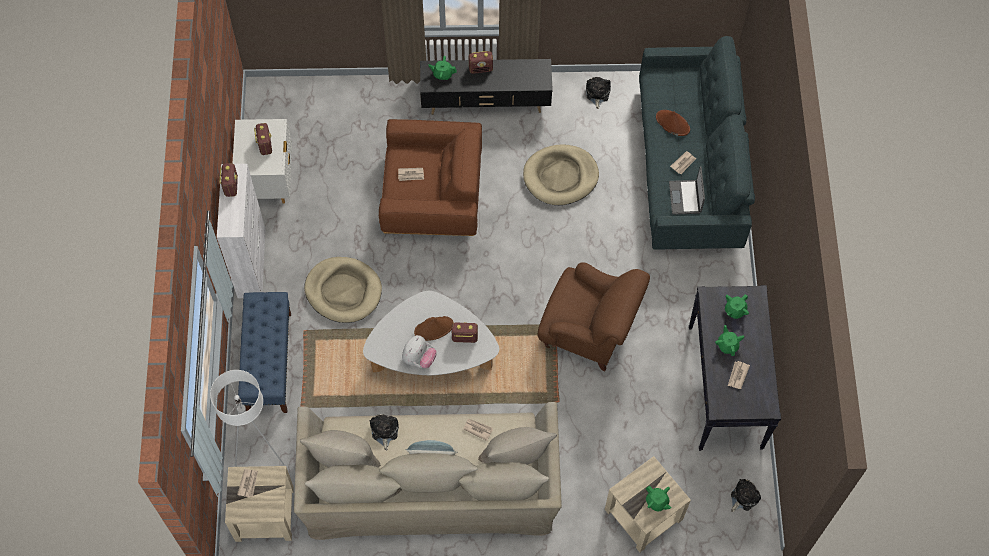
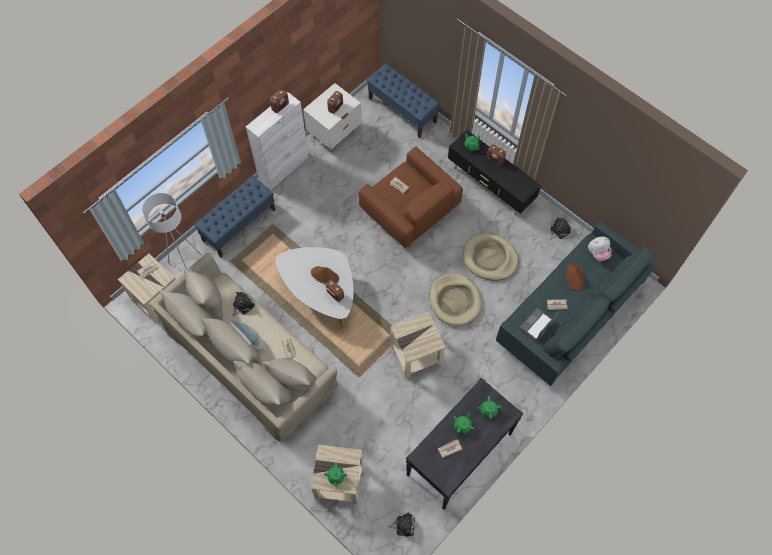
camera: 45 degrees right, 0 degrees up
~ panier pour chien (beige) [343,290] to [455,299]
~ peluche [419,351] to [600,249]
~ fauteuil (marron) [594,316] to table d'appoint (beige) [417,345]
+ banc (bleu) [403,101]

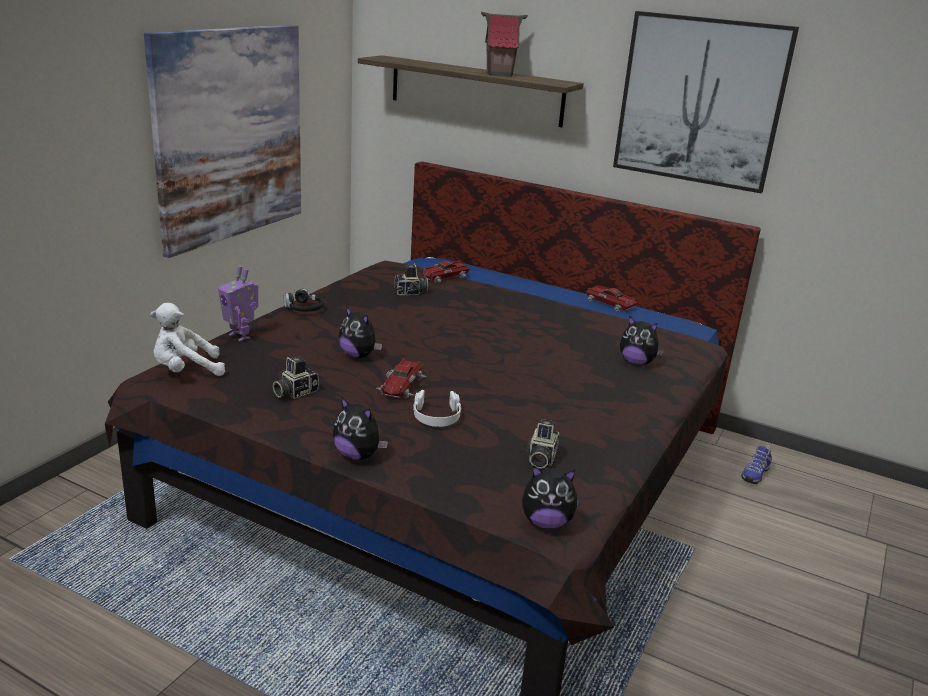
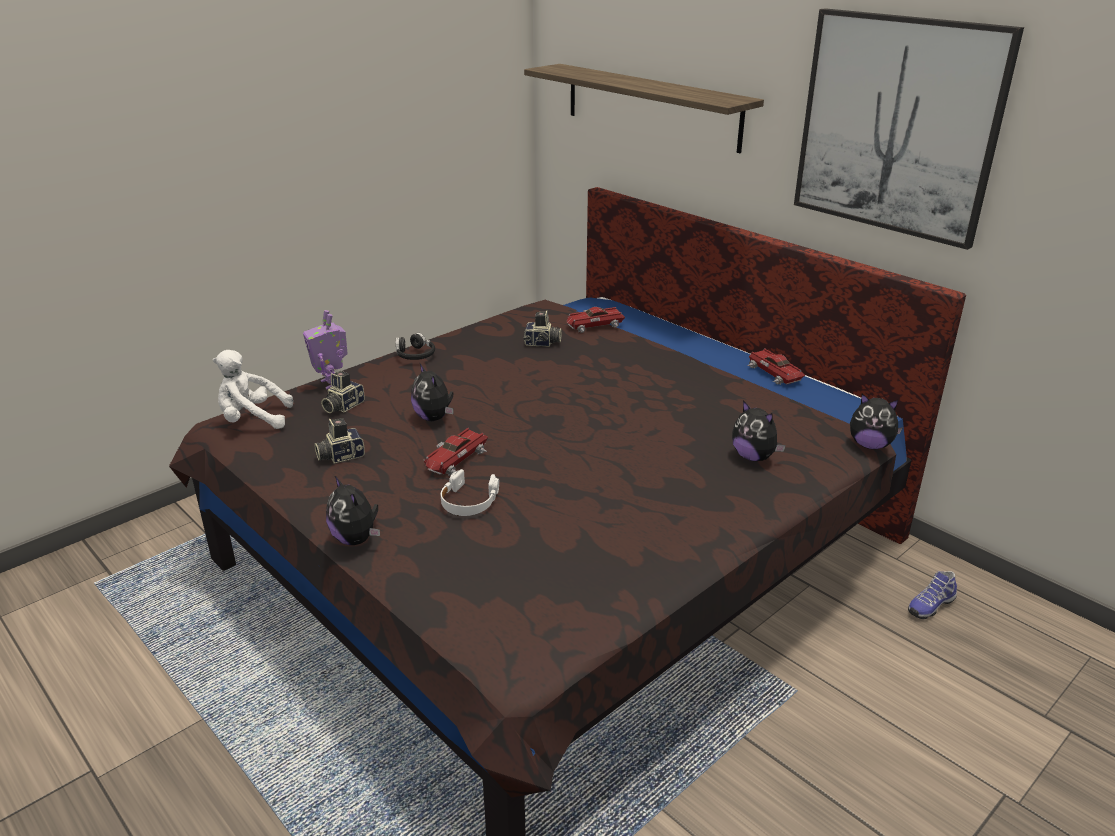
camera: 20 degrees right, 5 degrees up
- tableau [222,141]
- maison miniature [504,44]
~ peluche [551,497] to [876,421]
~ appareil photo [543,444] to [343,392]

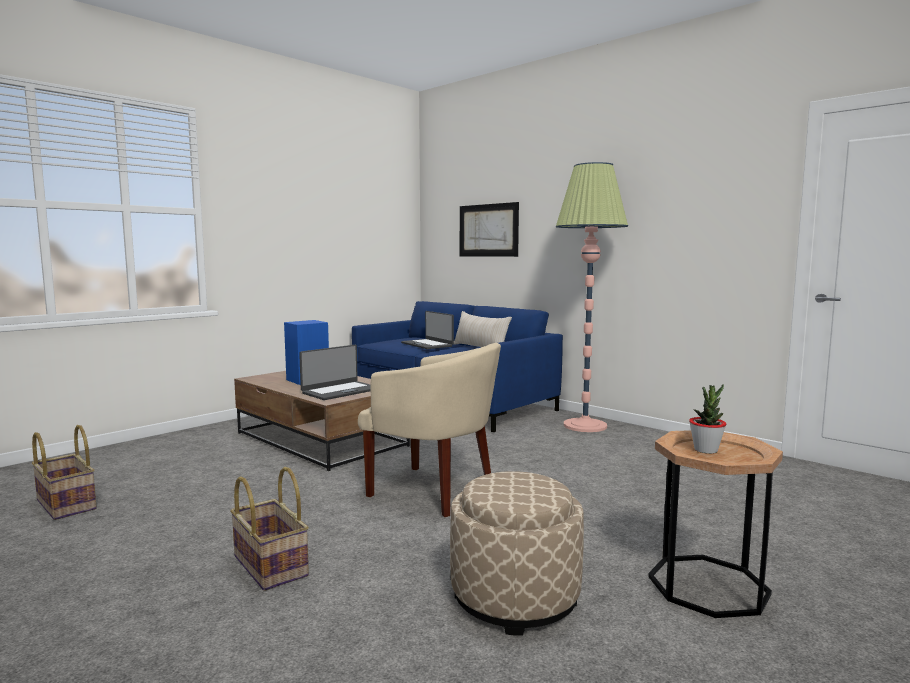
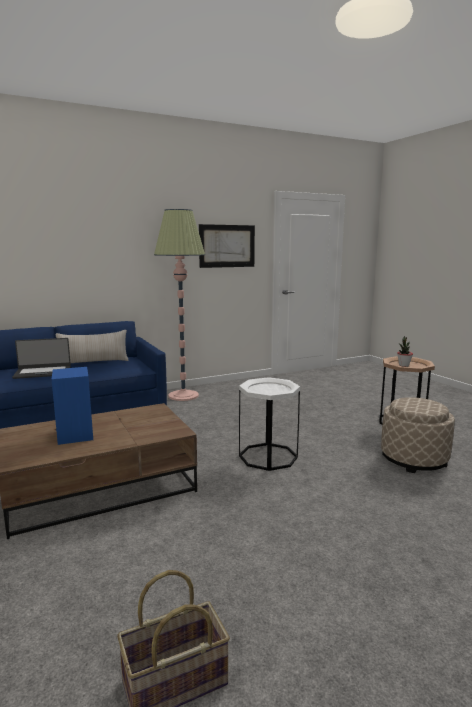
camera: 70 degrees left, 5 degrees up
- panier [269,529]
- ordinateur portable [335,372]
~ fauteuil (beige) [429,430] to table d'appoint (blanc) [269,424]
~ tableau [489,229] to [227,246]

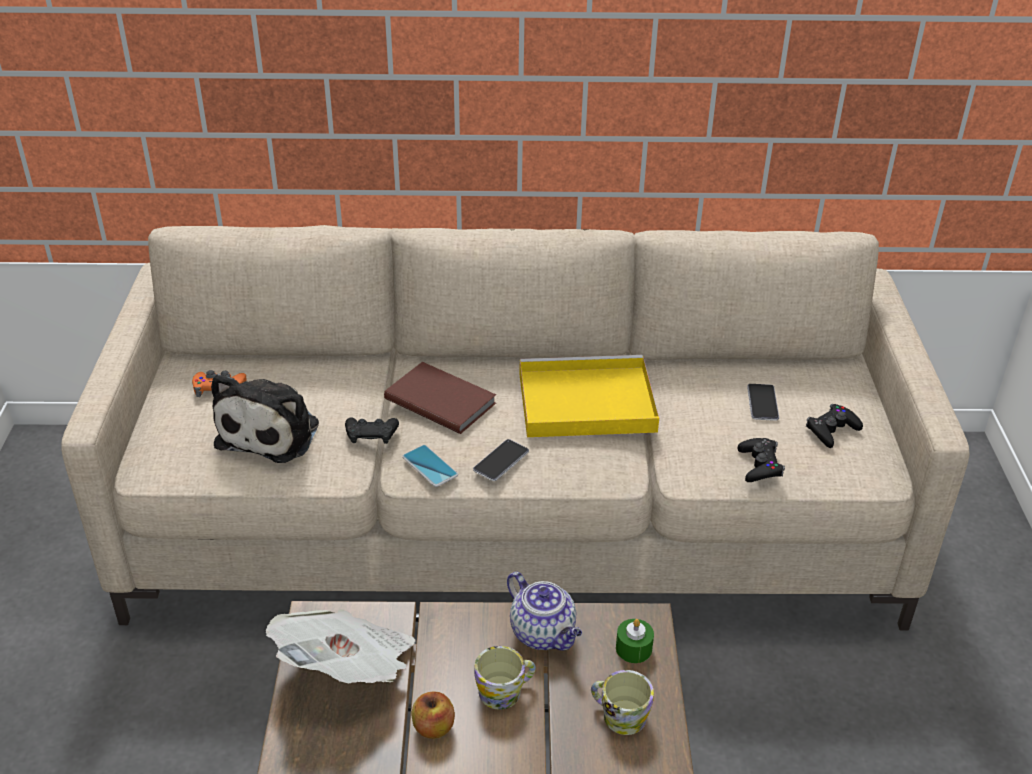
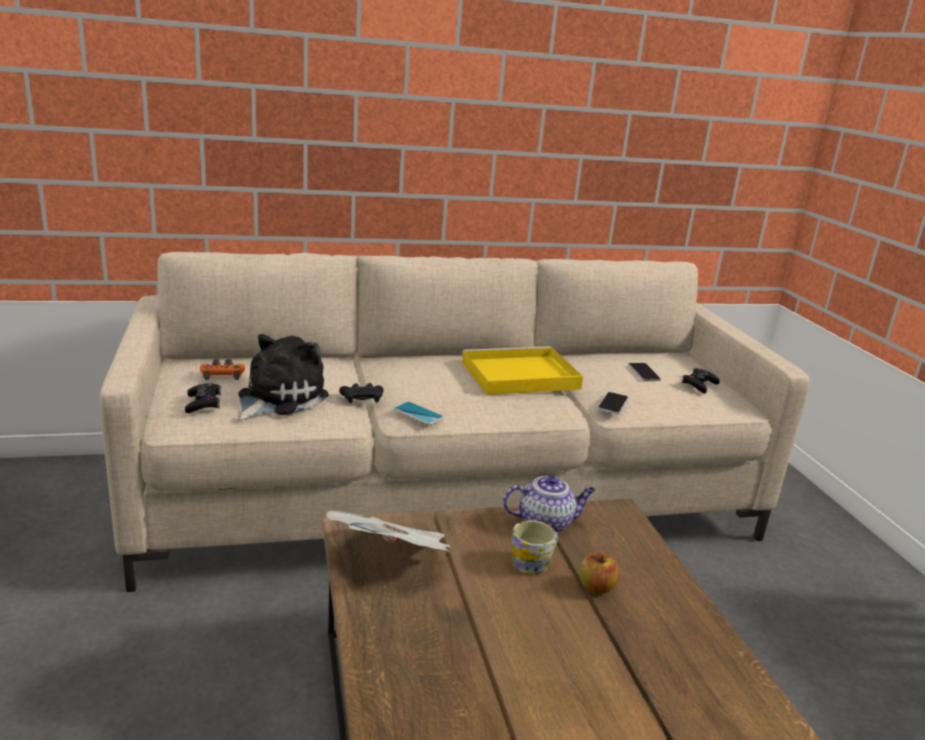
camera: 15 degrees left, 15 degrees down
~ peluche [265,418] = [283,377] 150 degrees counterclockwise
- livre (marron) [440,398]
~ pomme [433,715] to [599,573]
~ téléphone [501,460] to [613,403]
~ théière [544,611] = [549,504] 45 degrees counterclockwise
- mug [622,702]
- bougie (vert) [635,641]
~ manette (noir) [761,460] to [203,398]

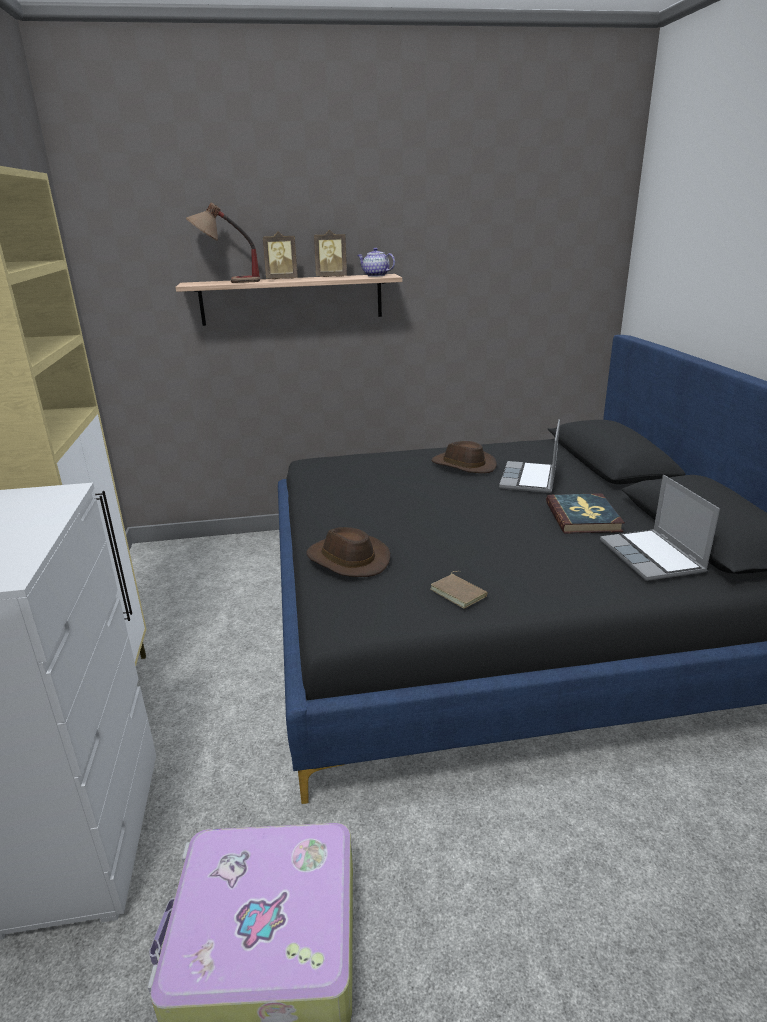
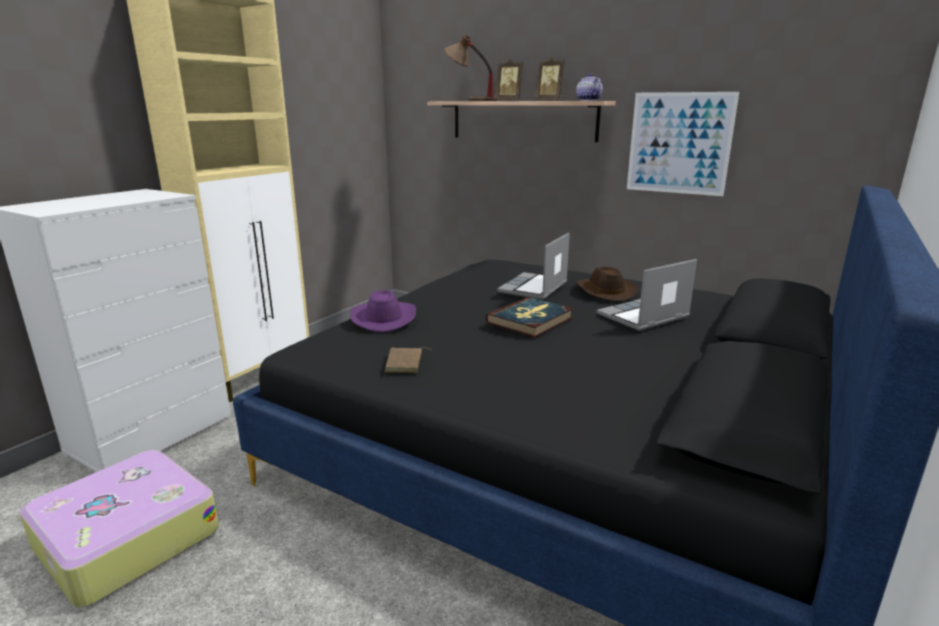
camera: 40 degrees right, 5 degrees down
~ chapeau (marron) [348,552] to chapeau (violet) [383,311]
~ livre [585,513] to [530,317]
~ ordinateur portable [660,528] to [533,266]
+ tableau [683,144]

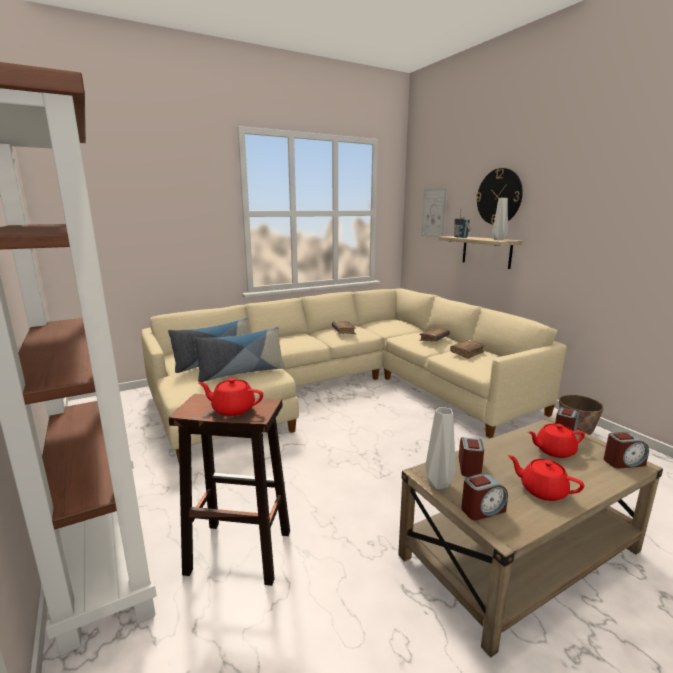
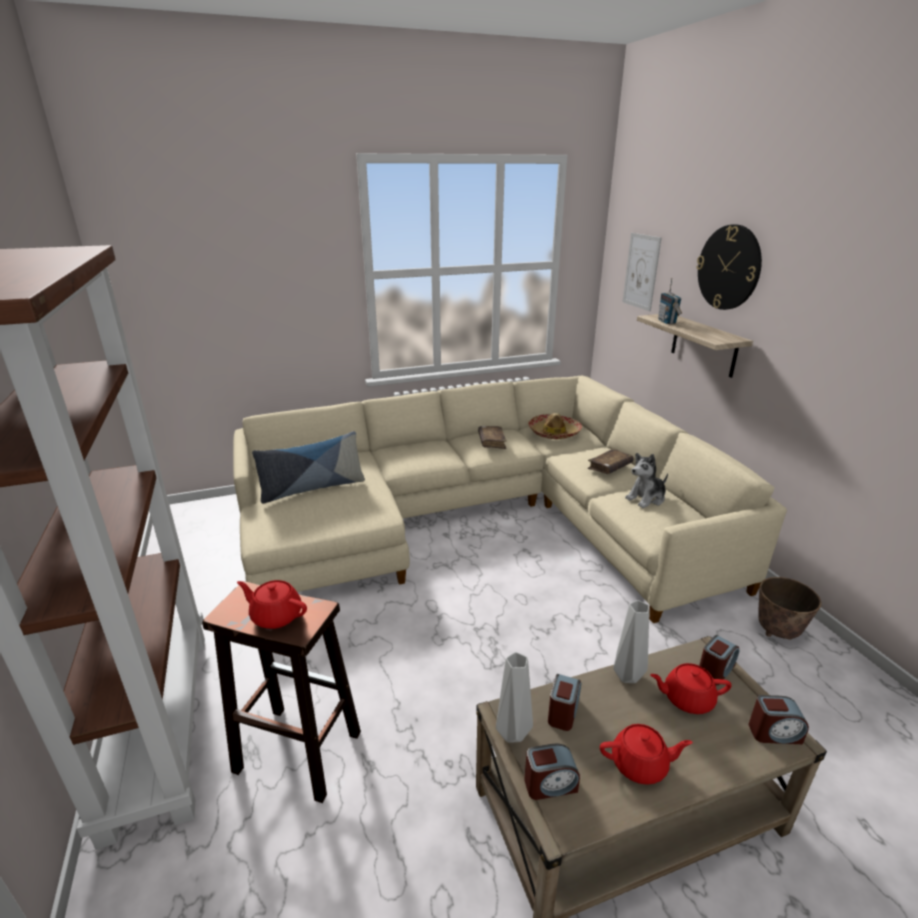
camera: 10 degrees right, 10 degrees up
- coussin [239,354]
~ livre (marron) [468,349] to peluche [646,480]
~ vase (gris) [500,219] to [631,641]
~ théière (rouge) [546,478] = [646,754] 135 degrees clockwise
+ chapeau [555,426]

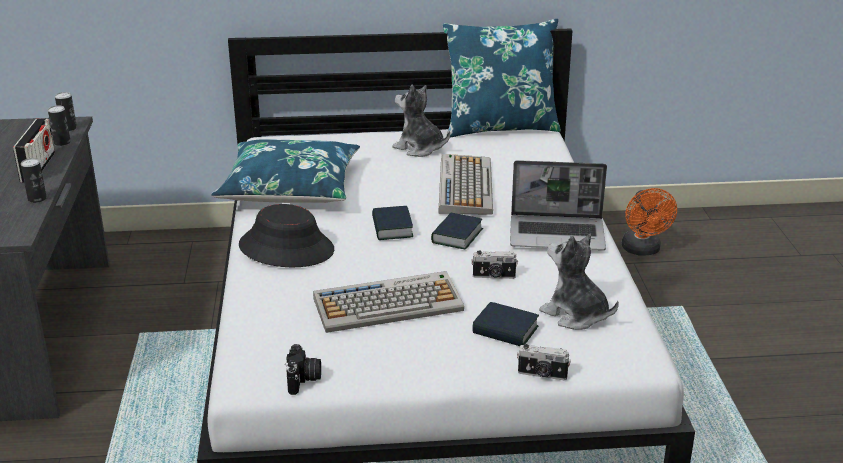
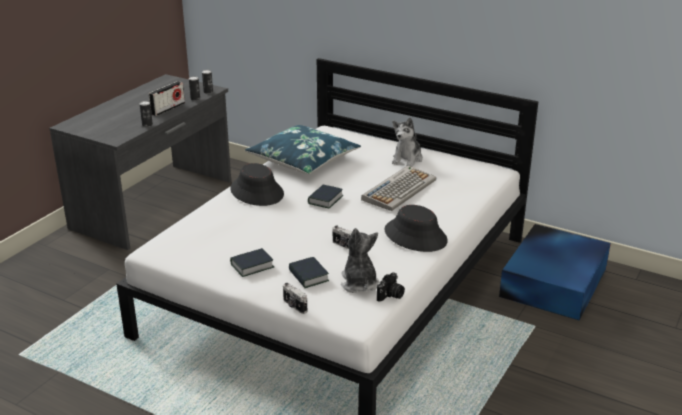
camera: 35 degrees right, 0 degrees up
~ appareil photo [303,369] to [391,287]
- clavier [388,302]
~ peluche [421,120] = [407,142] 135 degrees counterclockwise
~ livre [457,231] to [252,262]
- coussin (bleu) [502,78]
~ ordinateur portable [558,205] to chapeau (noir) [416,228]
~ ventilateur (orange) [649,221] to boîte de rangement (bleu) [555,272]

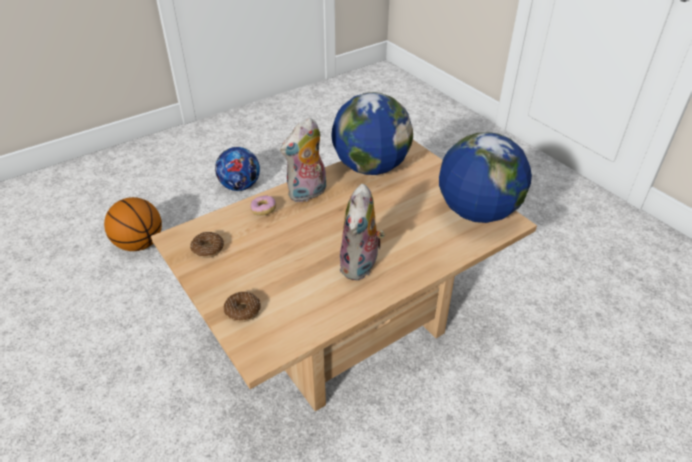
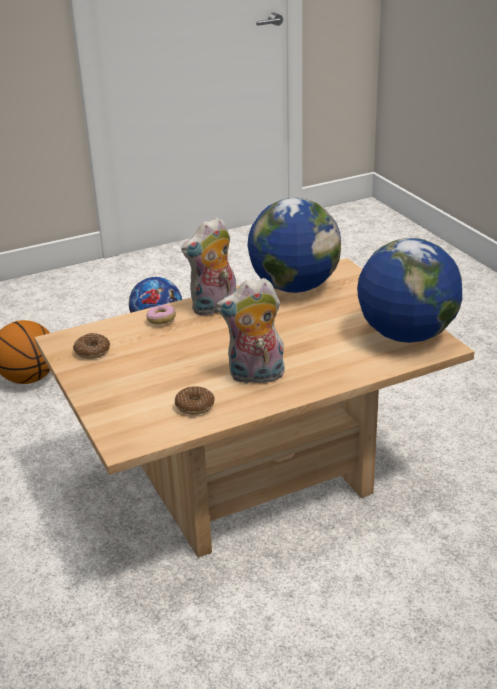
camera: 10 degrees right, 10 degrees down
~ beignet [242,307] to [195,400]
~ peluche [362,232] = [250,332] 60 degrees clockwise

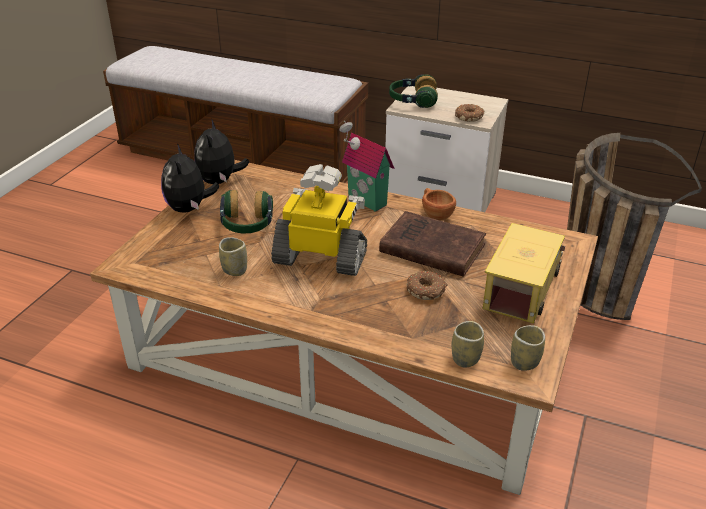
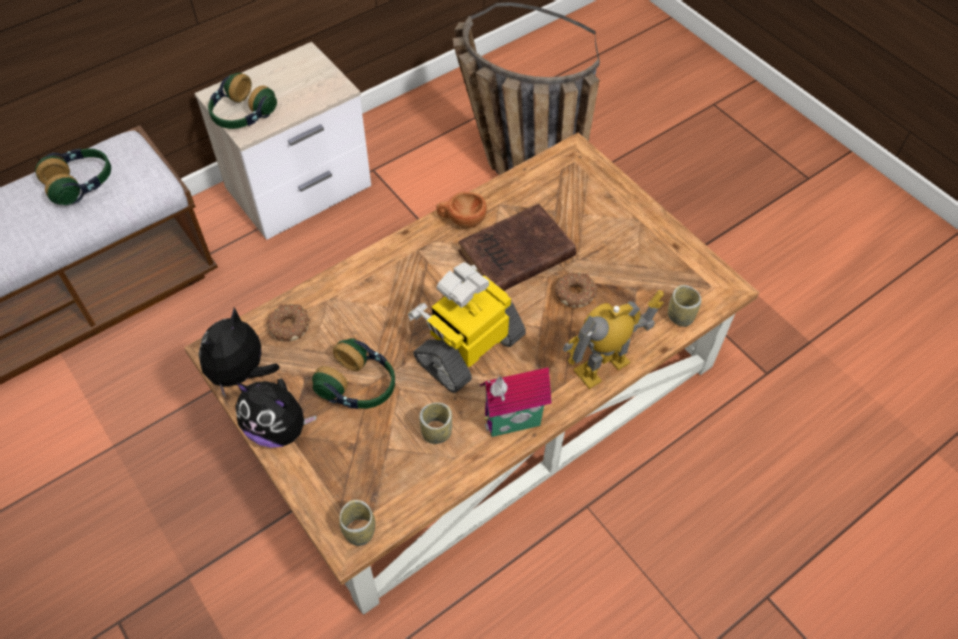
camera: 60 degrees left, 20 degrees up
~ peluche [221,151] = [239,352] 90 degrees clockwise
~ maison miniature [367,166] to [516,402]
~ beignet [470,113] to [288,323]
- camion jouet [524,273]
~ tasse [528,348] to [357,523]
+ casque audio [73,176]
+ robot jouet [613,339]

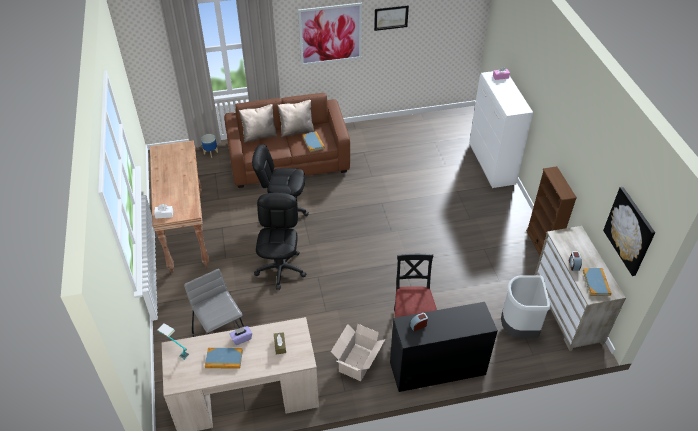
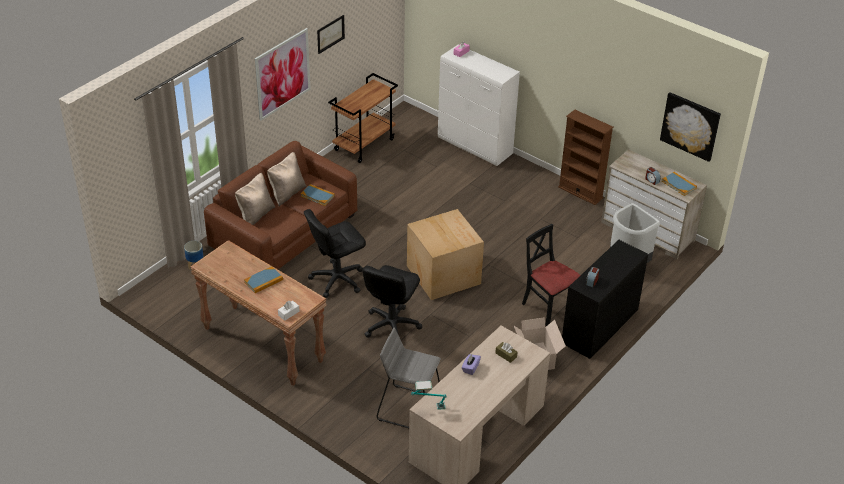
camera: 40 degrees left, 5 degrees down
~ livre [224,358] to [263,279]
~ chaise de bureau (noir) [280,241] = [392,301] 120 degrees counterclockwise
+ chariot (marron) [363,118]
+ carton [445,254]

